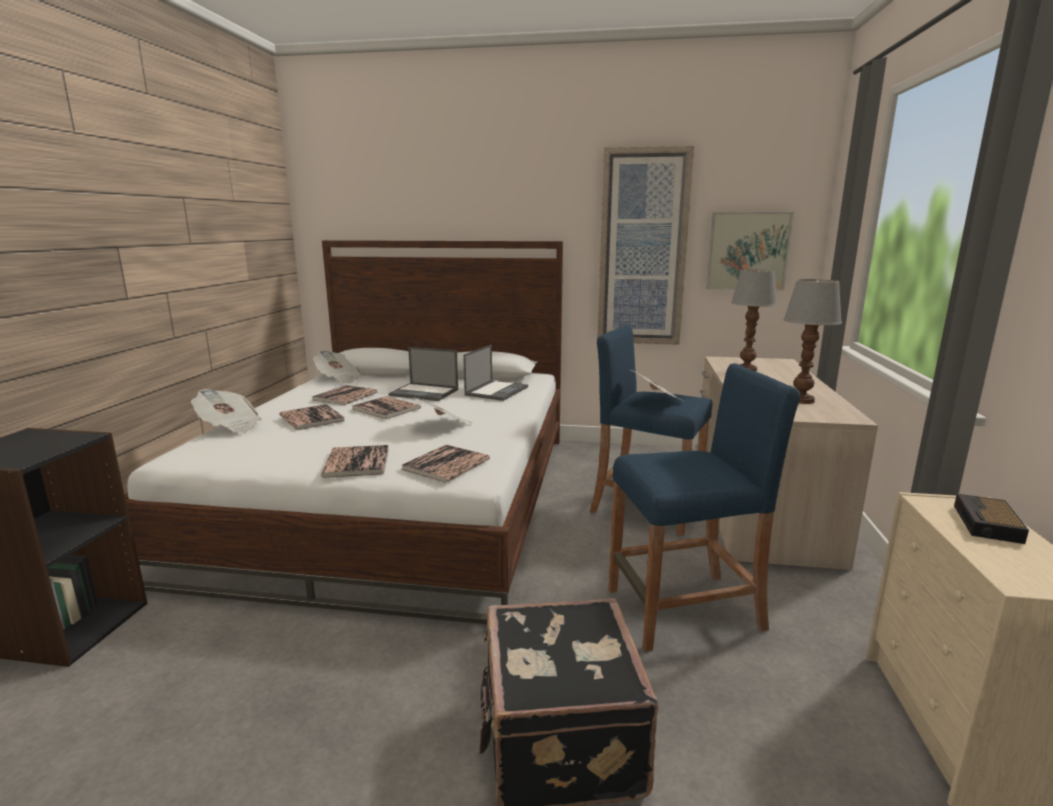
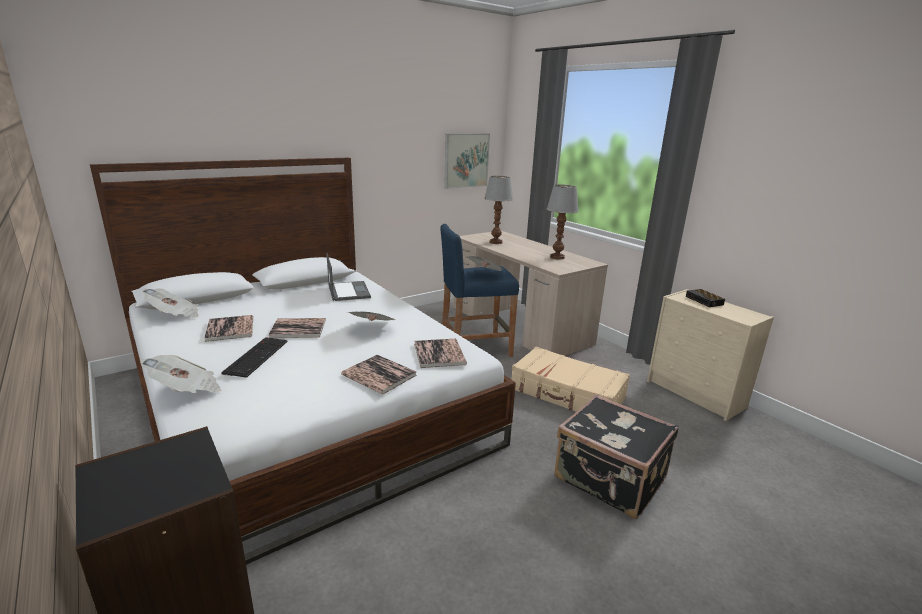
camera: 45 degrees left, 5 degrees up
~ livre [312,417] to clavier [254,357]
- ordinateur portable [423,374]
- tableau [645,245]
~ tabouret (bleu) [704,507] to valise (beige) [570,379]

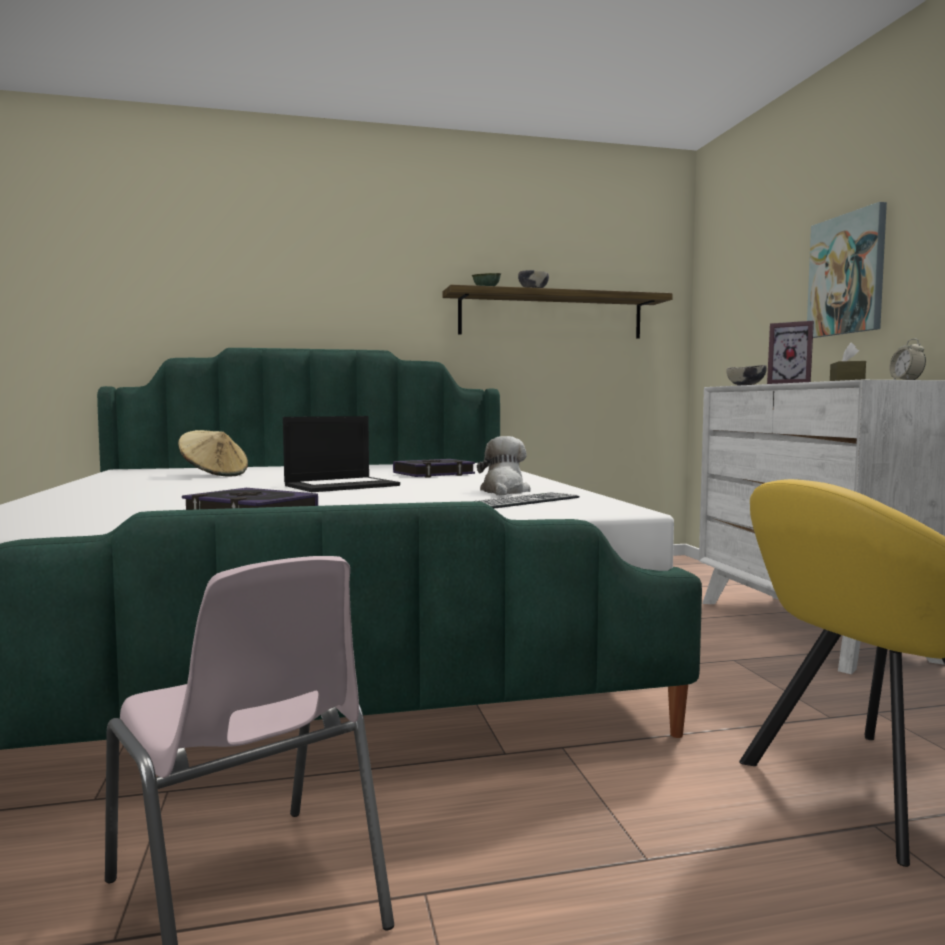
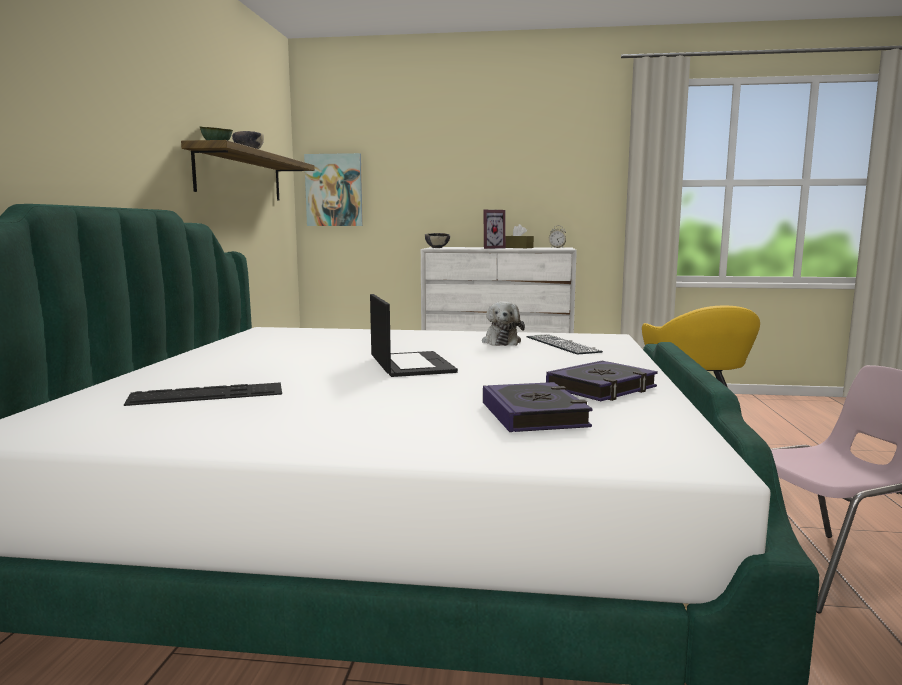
camera: 70 degrees left, 5 degrees up
~ chapeau (beige) [213,453] to clavier [203,394]
~ livre [434,468] to [538,407]
~ peluche [504,465] = [503,323] 120 degrees counterclockwise
~ tableau [847,270] to [333,189]

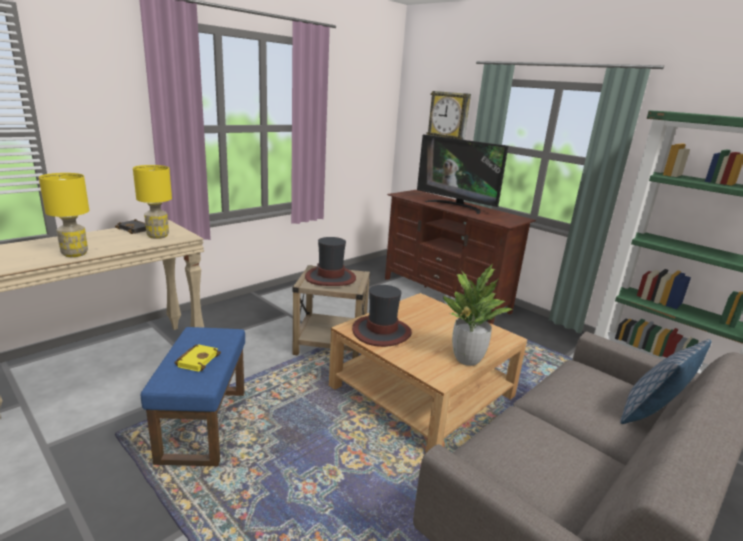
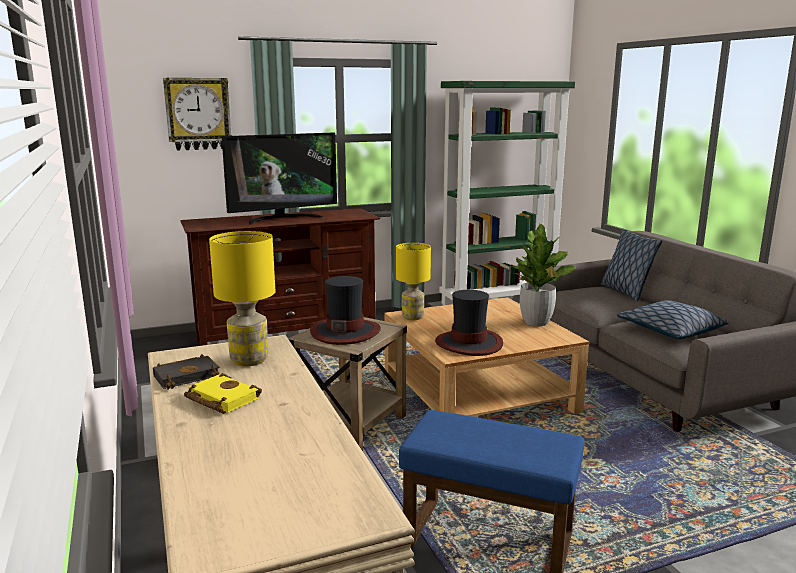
camera: 65 degrees left, 5 degrees down
~ lampe de table (jaune) [64,215] to [413,281]
~ livre (jaune) [197,358] to [223,393]
+ coussin [673,319]

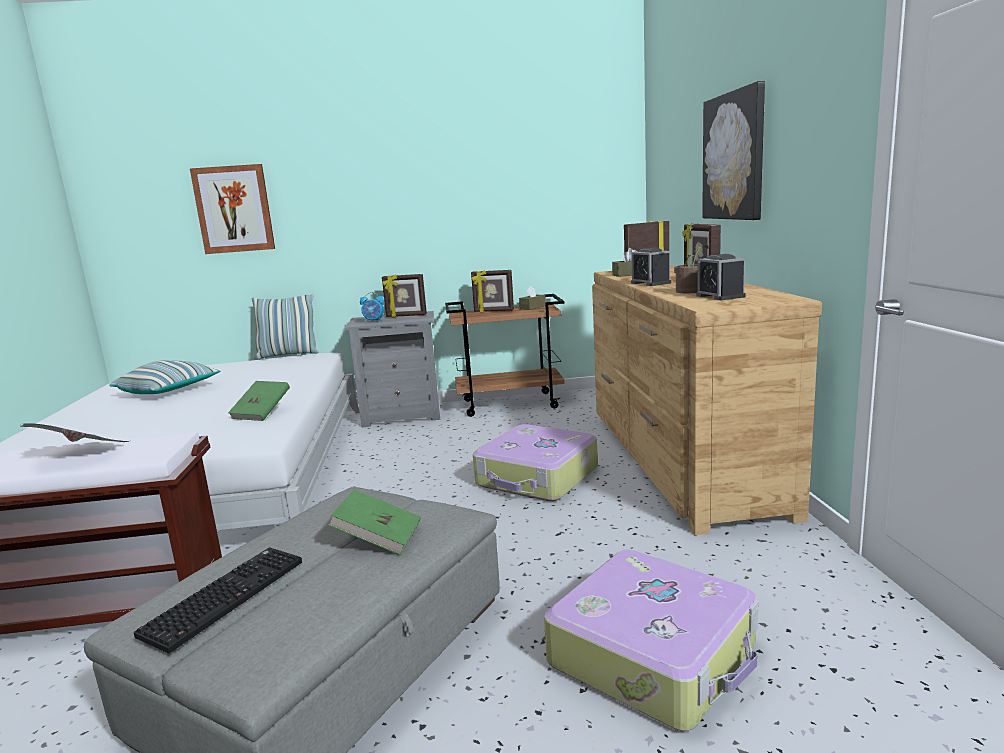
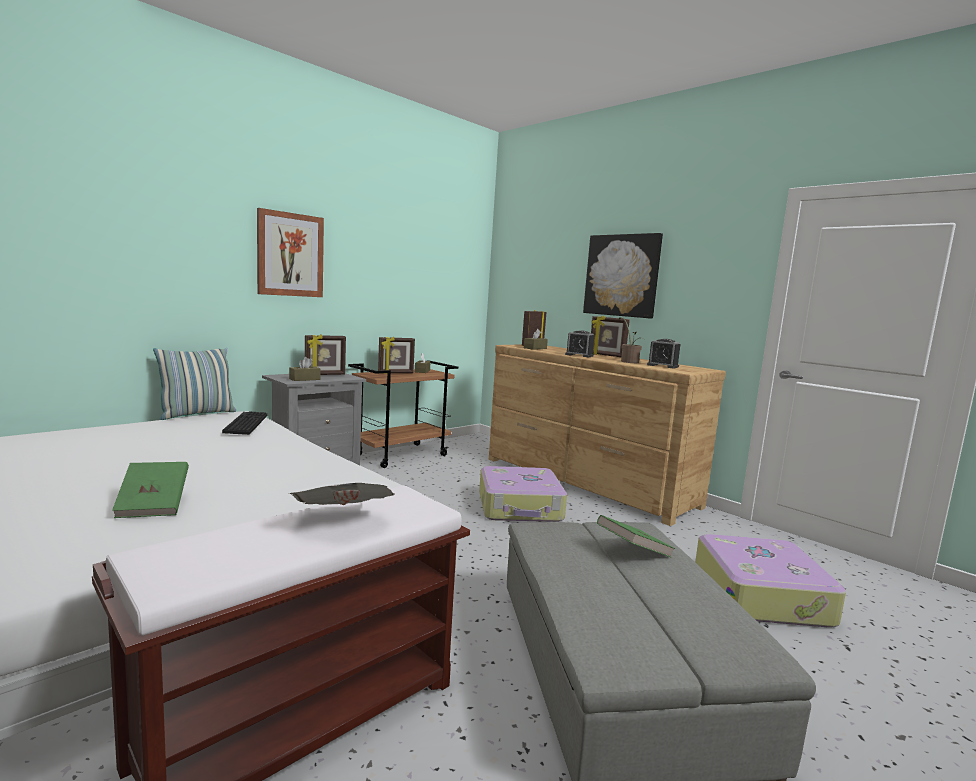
camera: 40 degrees left, 5 degrees down
- coussin [164,377]
~ clavier [218,600] to [244,423]
~ tableau [232,209] to [290,252]
~ livre (vert) [259,401] to [150,490]
~ réveil [372,307] to boîte à mouchoirs (marron) [305,369]

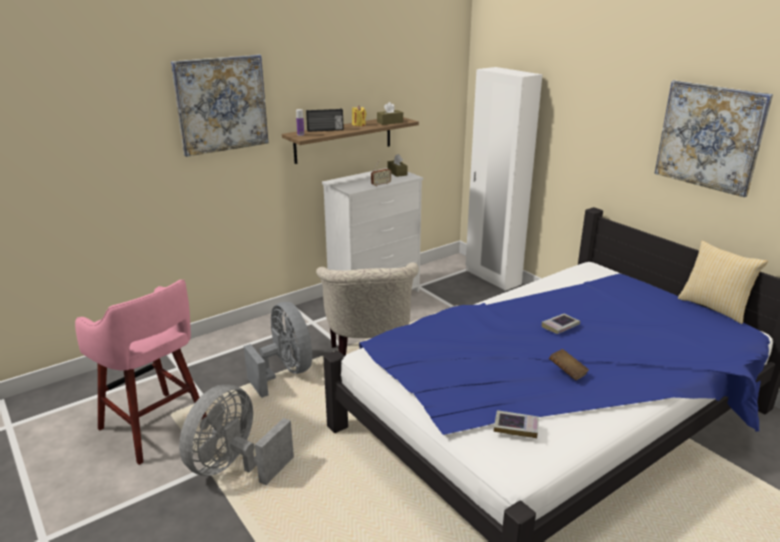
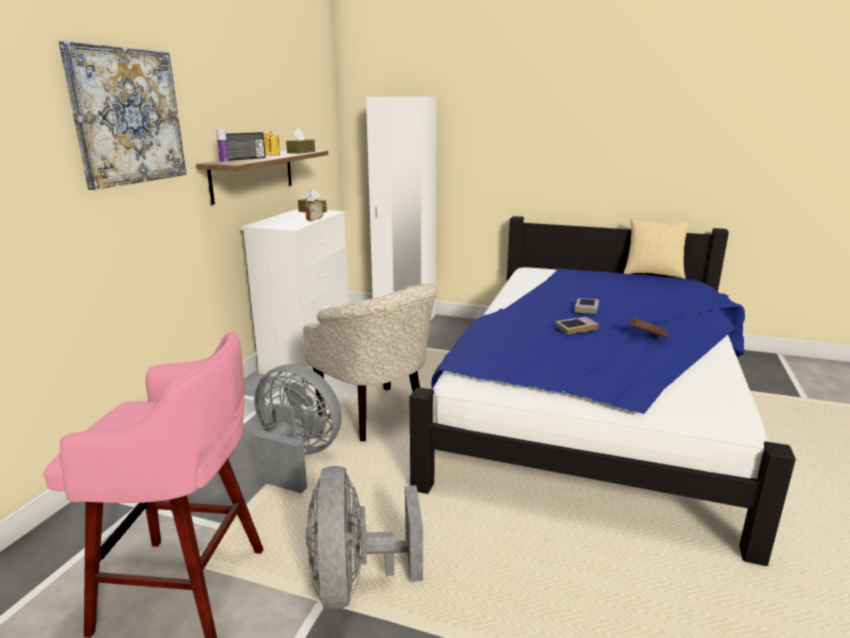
camera: 35 degrees left, 5 degrees down
~ livre [516,424] to [576,325]
- tableau [714,138]

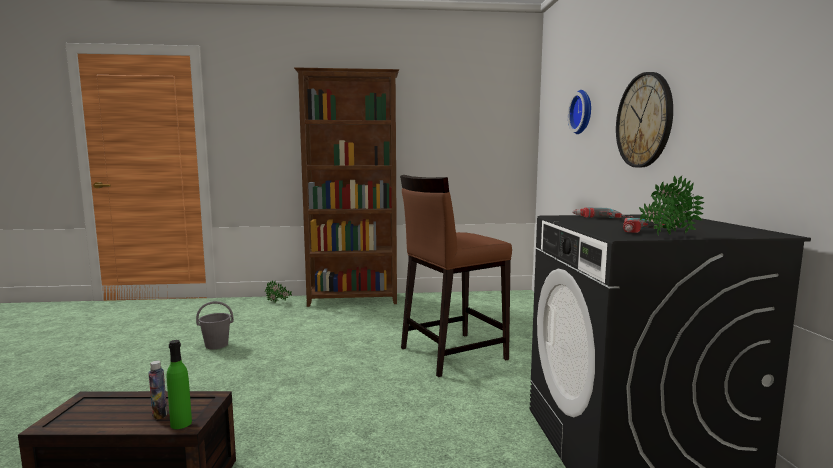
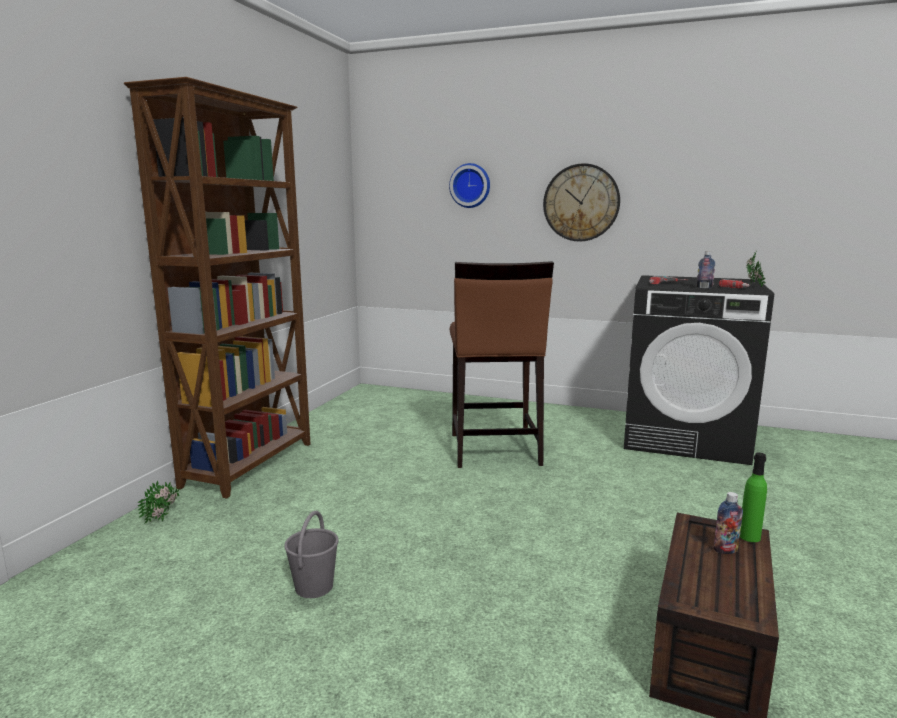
camera: 65 degrees left, 5 degrees up
+ bouteille [705,270]

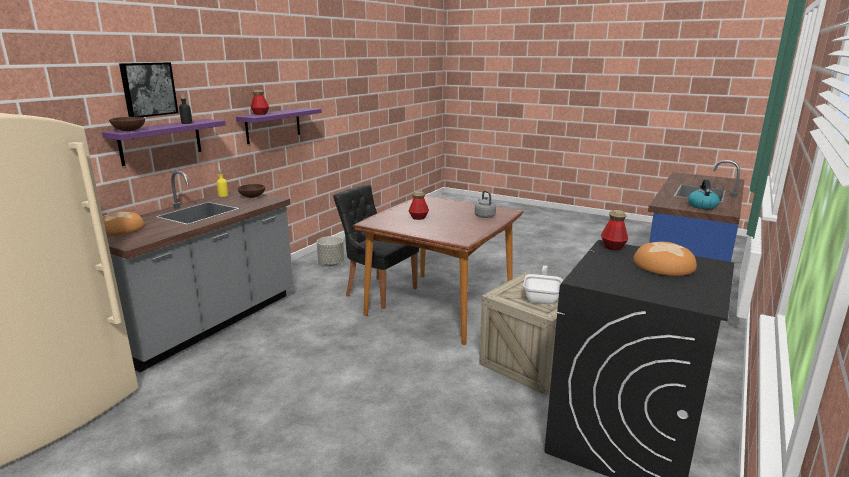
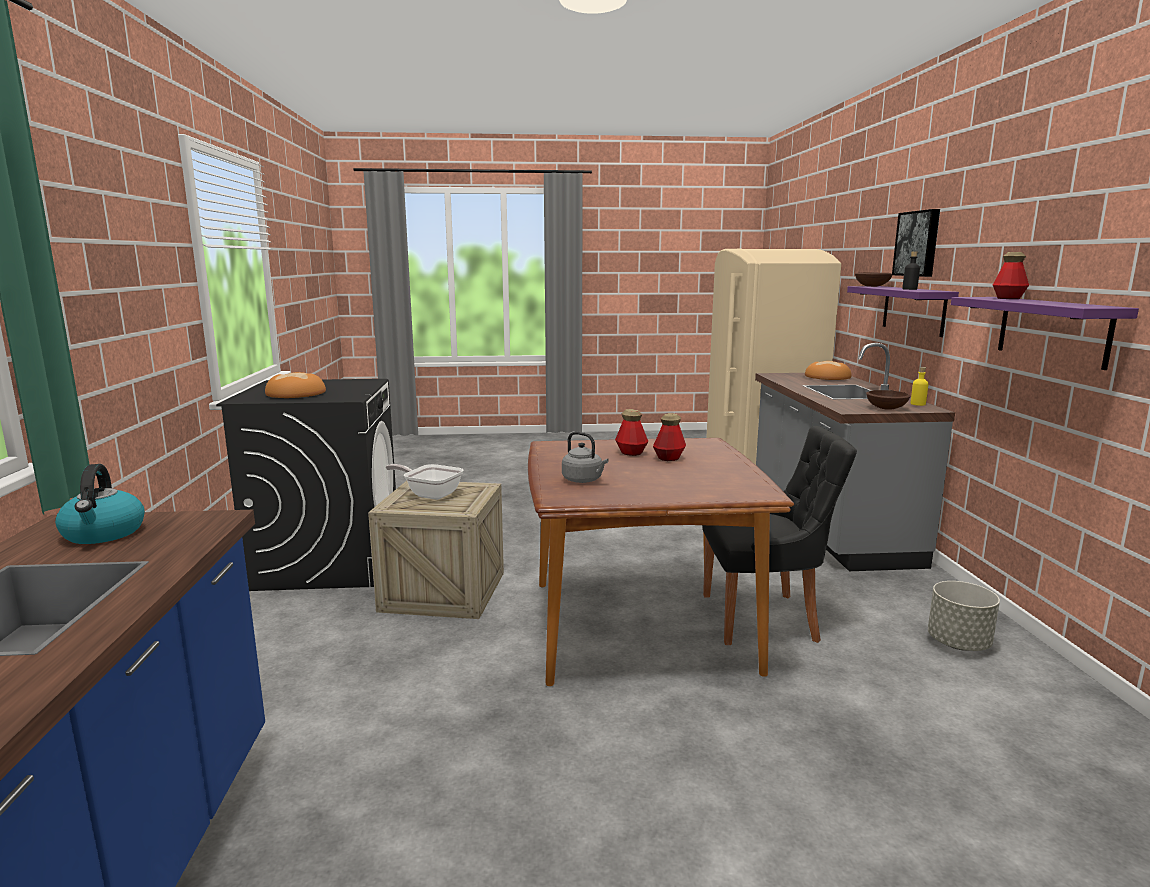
camera: 145 degrees right, 5 degrees down
~ poêle [543,284] = [424,482] 135 degrees clockwise
~ bouteille [614,230] to [632,432]

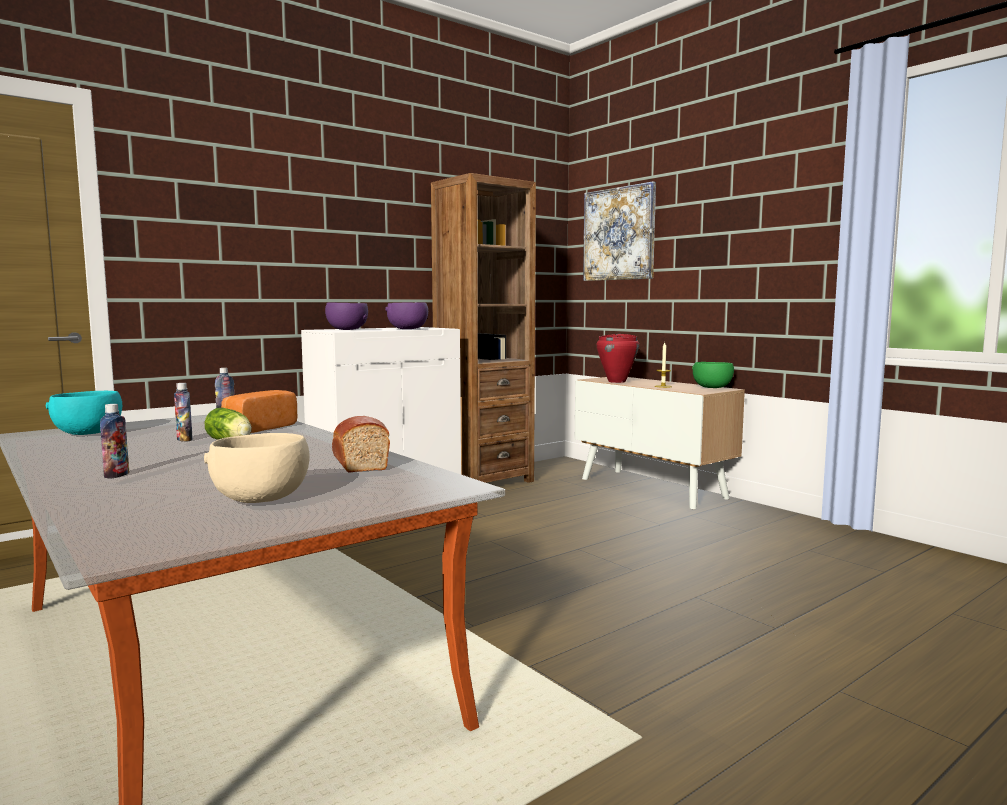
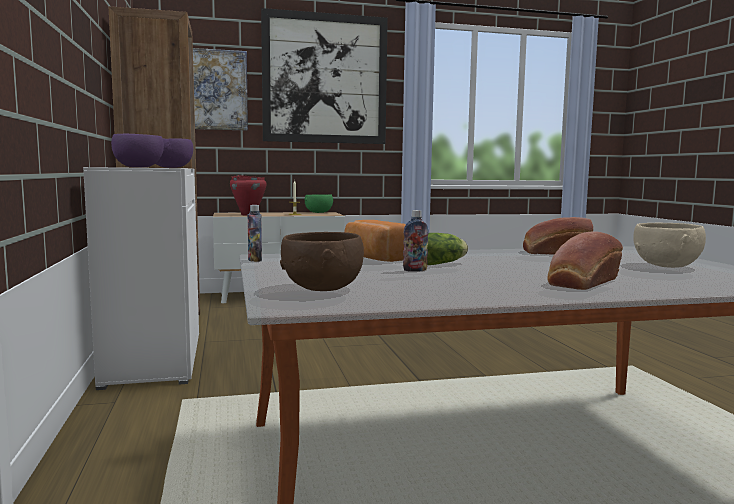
camera: 65 degrees left, 0 degrees up
~ bol (turquoise) [84,413] to bol (marron) [322,261]
~ bouteille [114,441] to pain [585,260]
+ tableau [324,76]

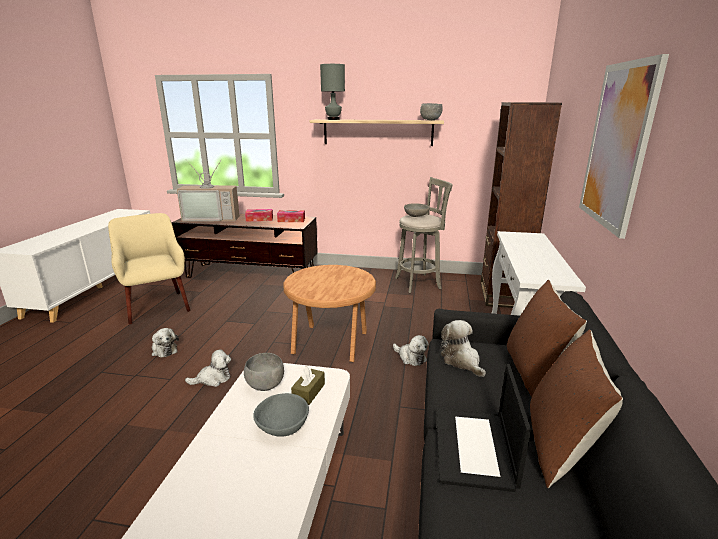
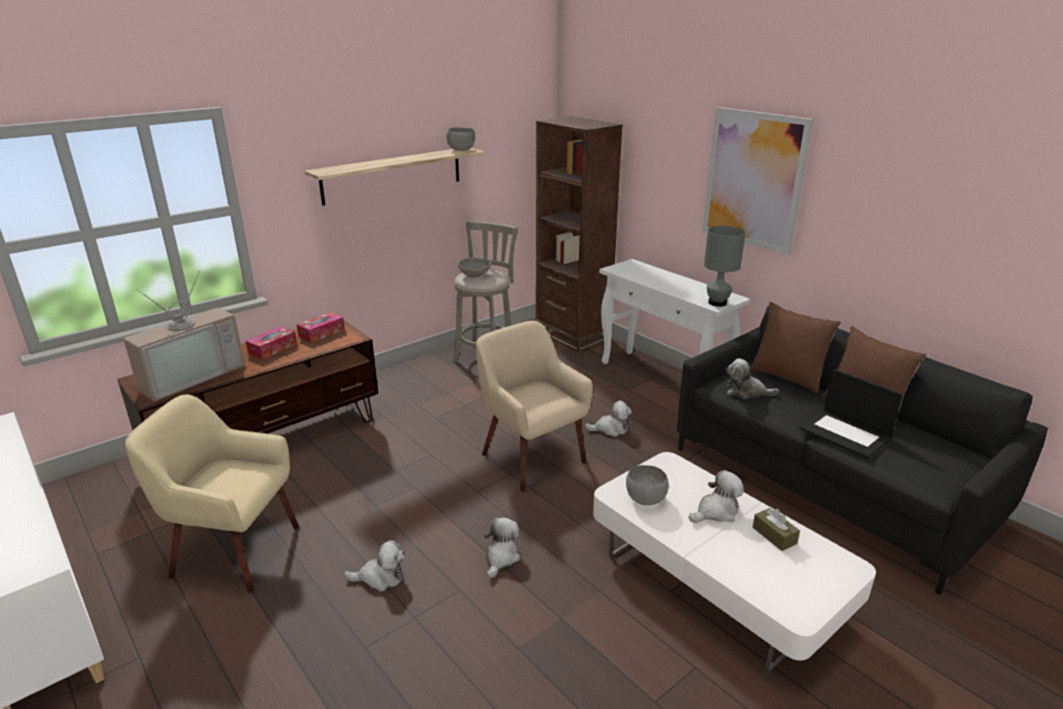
camera: 50 degrees left, 5 degrees up
~ bol (gris) [281,415] to peluche [716,496]
~ table d'appoint (marron) [329,313] to fauteuil (beige) [534,406]
~ boîte à mouchoirs (marron) [308,385] to [776,529]
~ lampe de table (gris) [332,92] to [725,266]

